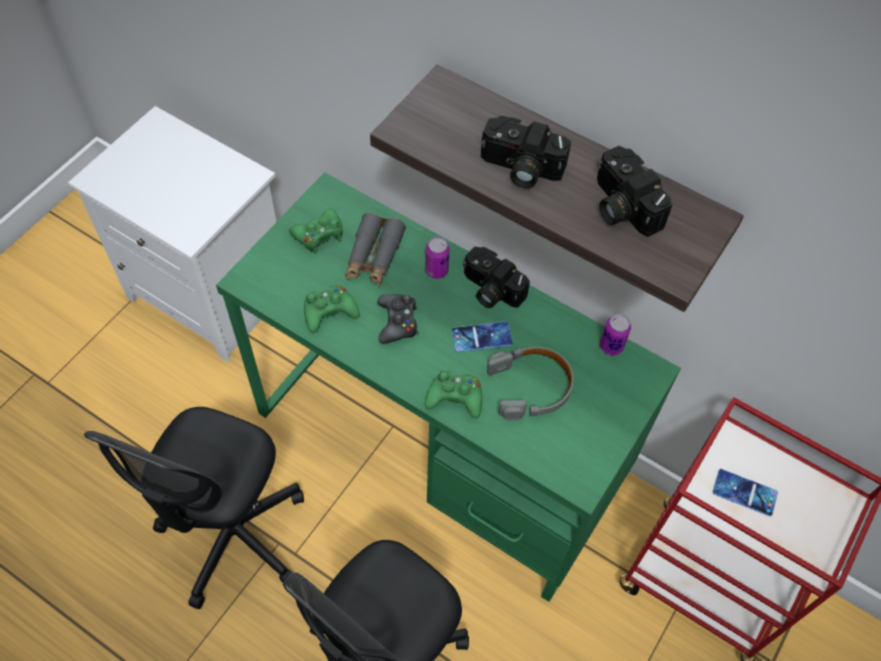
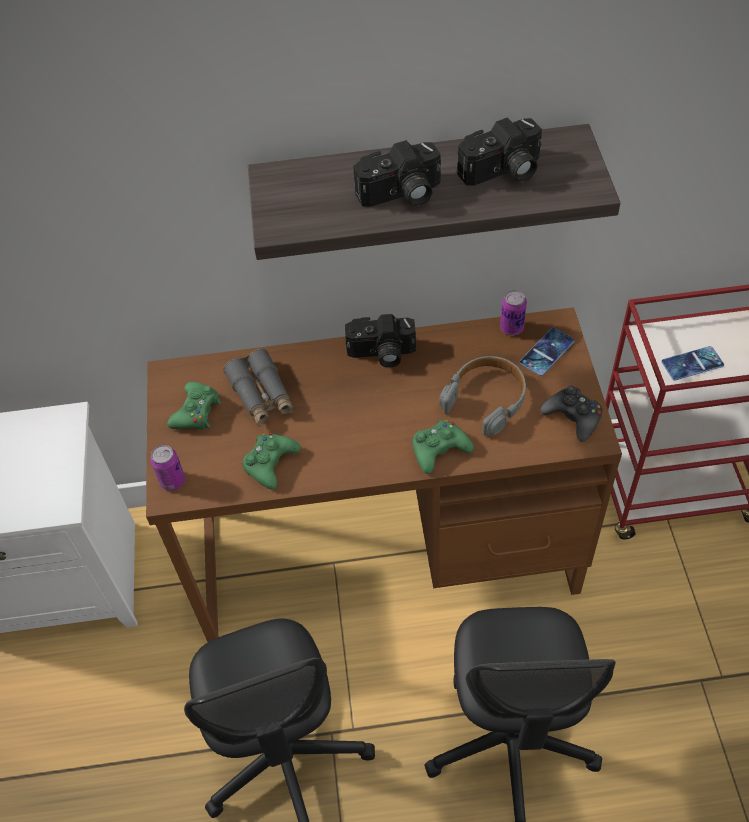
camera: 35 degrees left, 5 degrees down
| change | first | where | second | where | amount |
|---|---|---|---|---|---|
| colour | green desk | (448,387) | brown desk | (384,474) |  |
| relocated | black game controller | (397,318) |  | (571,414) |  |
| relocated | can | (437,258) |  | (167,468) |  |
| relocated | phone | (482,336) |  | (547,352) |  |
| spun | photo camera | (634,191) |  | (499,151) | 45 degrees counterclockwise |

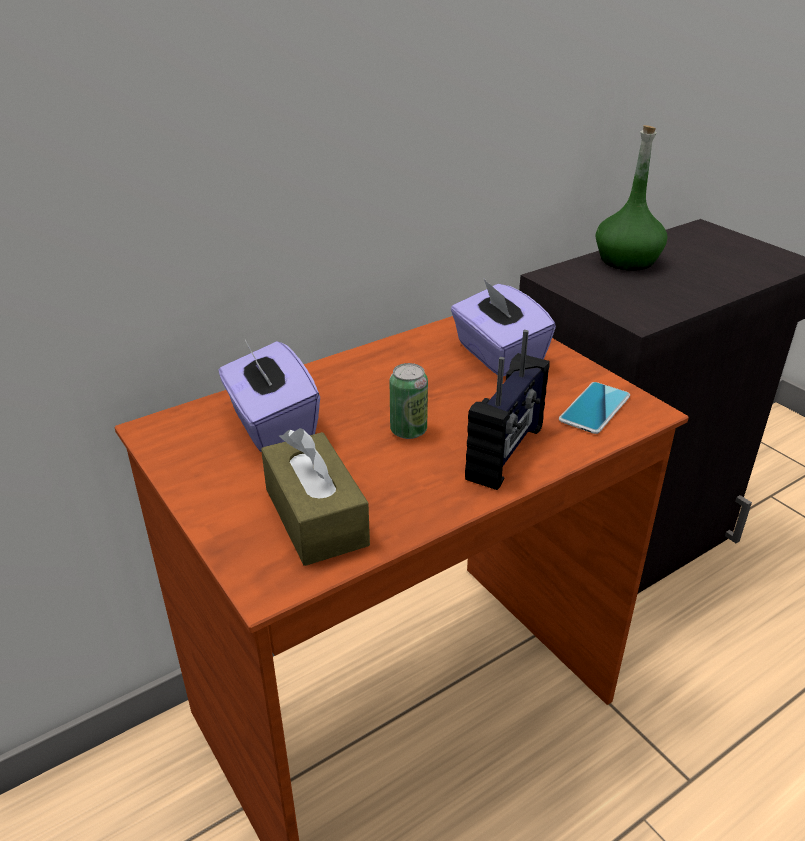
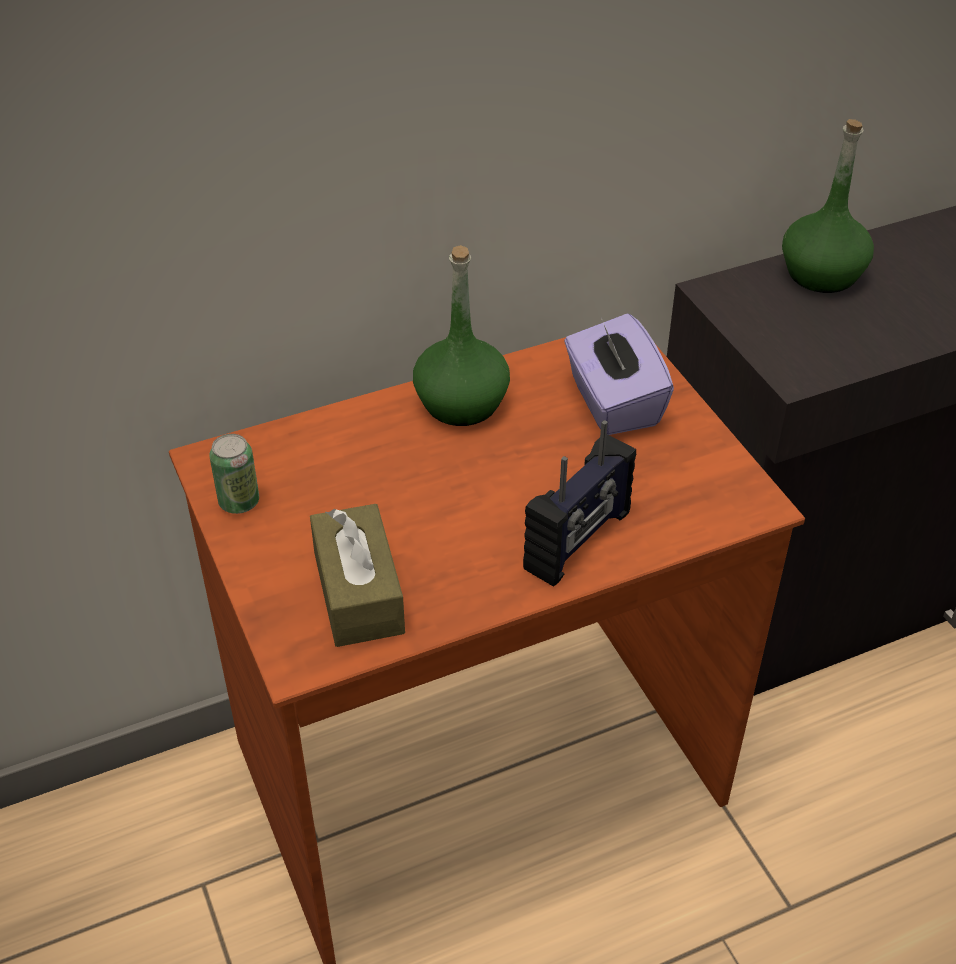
camera: 10 degrees right, 10 degrees up
| change | first | where | second | where | amount |
|---|---|---|---|---|---|
| missing | purple tissue box | (269,396) |  |  |  |
| relocated | can | (408,401) |  | (234,474) |  |
| missing | phone | (594,408) |  |  |  |
| appeared |  |  | green bottle | (461,335) |  |

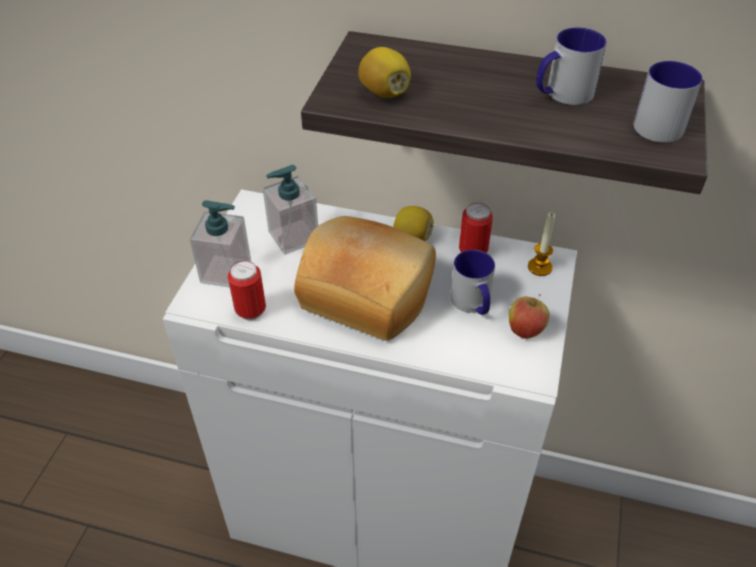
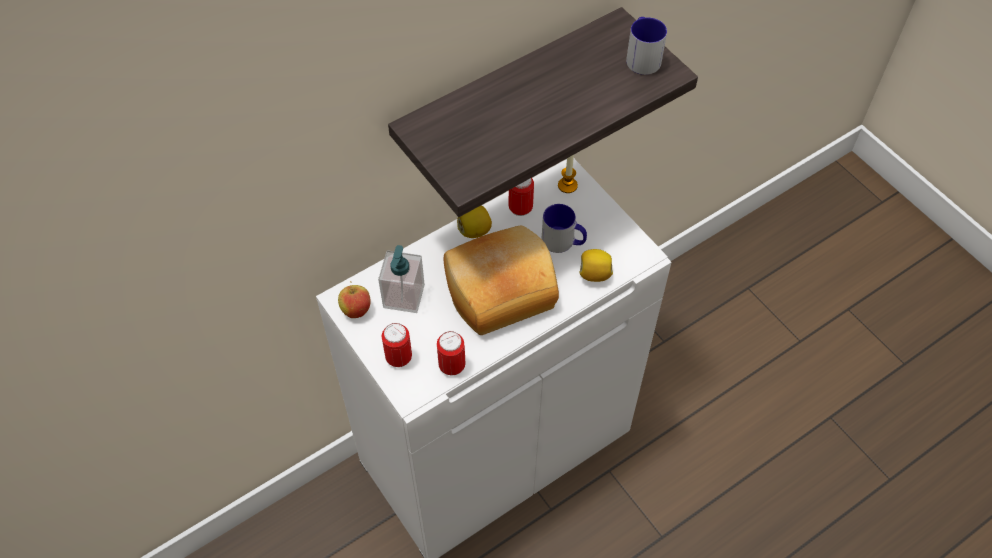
camera: 50 degrees left, 10 degrees up
| change | first | where | second | where | amount |
|---|---|---|---|---|---|
| exchanged | soap dispenser | (220,244) | can | (397,345) |  |
| relocated | lemon | (384,72) |  | (596,265) |  |
| relocated | apple | (529,316) |  | (354,299) |  |
| missing | mug | (571,66) |  |  |  |

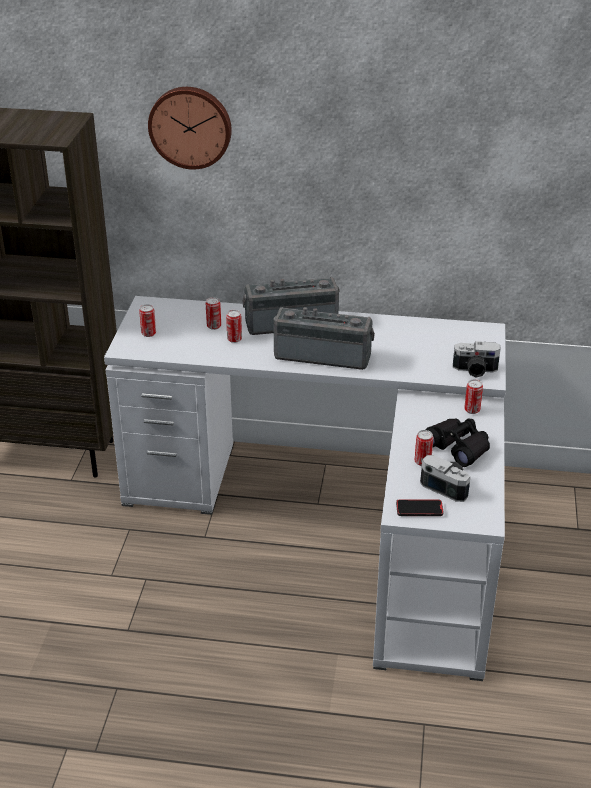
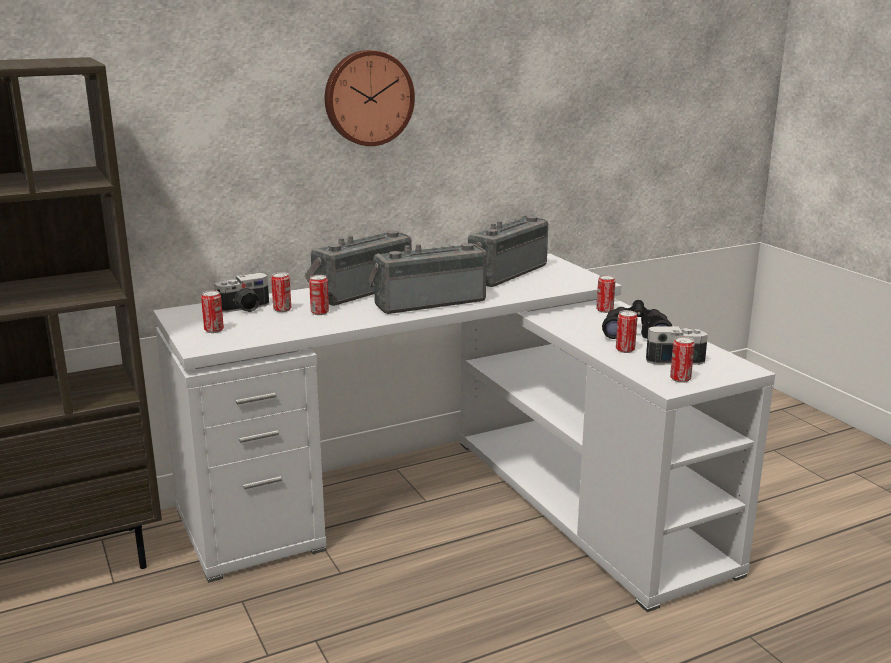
camera: 35 degrees left, 15 degrees down
| change | first | where | second | where | amount |
|---|---|---|---|---|---|
| relocated | wall clock | (190,128) |  | (370,98) |  |
| exchanged | phone | (419,507) | can | (682,359) |  |
| relocated | photo camera | (476,359) |  | (241,292) |  |
| appeared |  |  | radio | (508,251) |  |

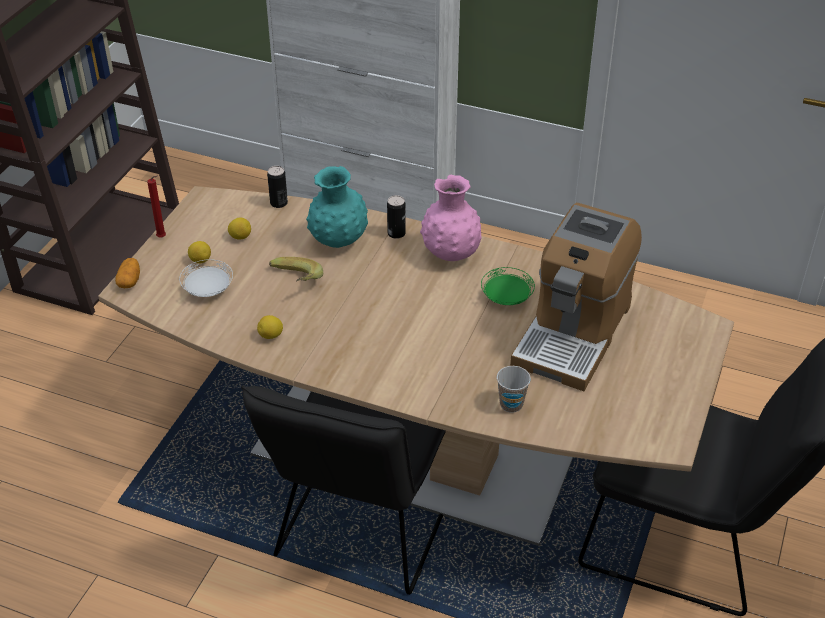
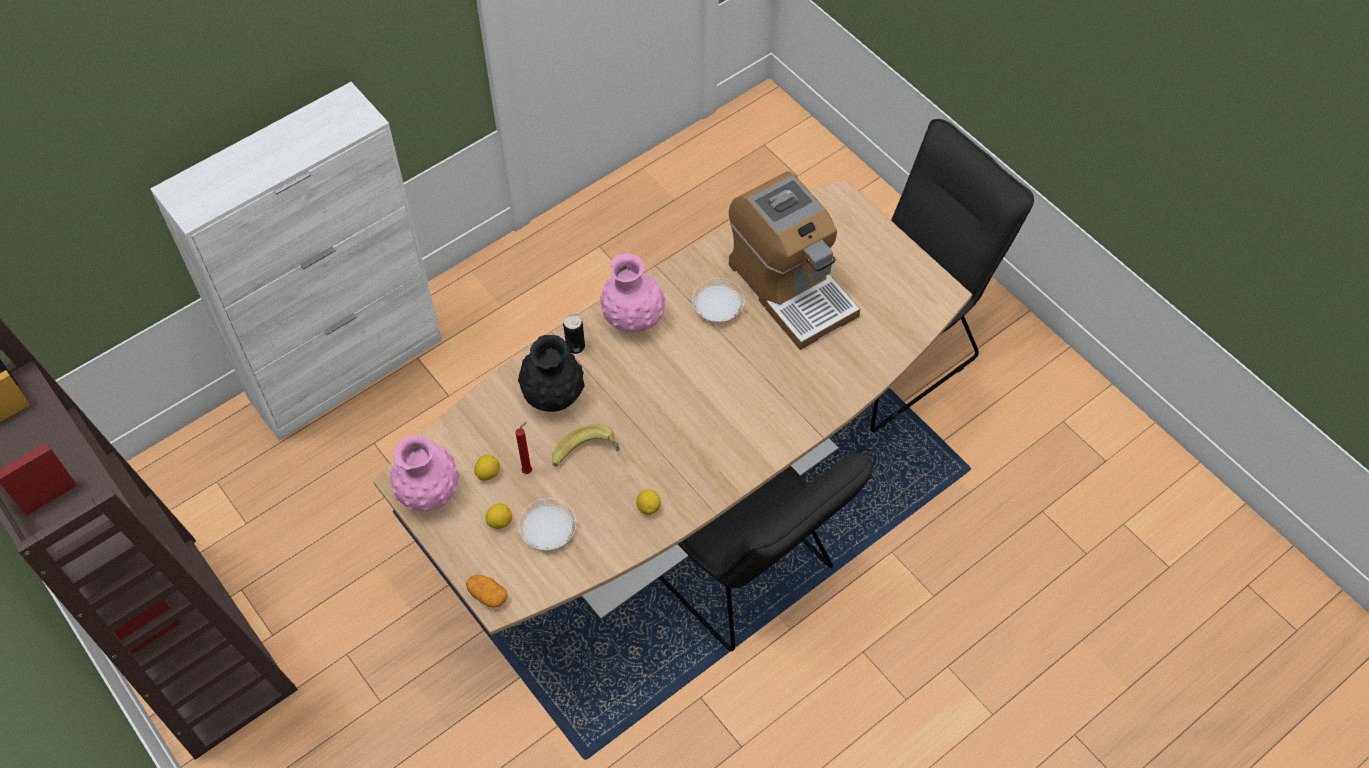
camera: 60 degrees left, 15 degrees up
| change | first | where | second | where | amount |
|---|---|---|---|---|---|
| relocated | red candle | (156,206) |  | (523,448) |  |
| missing | can | (277,187) |  |  |  |
| colour | turquoise vase | (337,207) | black vase | (551,373) |  |
| colour | green plate | (508,286) | white plate | (718,300) |  |
| missing | cup | (514,389) |  |  |  |
| appeared |  |  | pink vase | (424,472) |  |

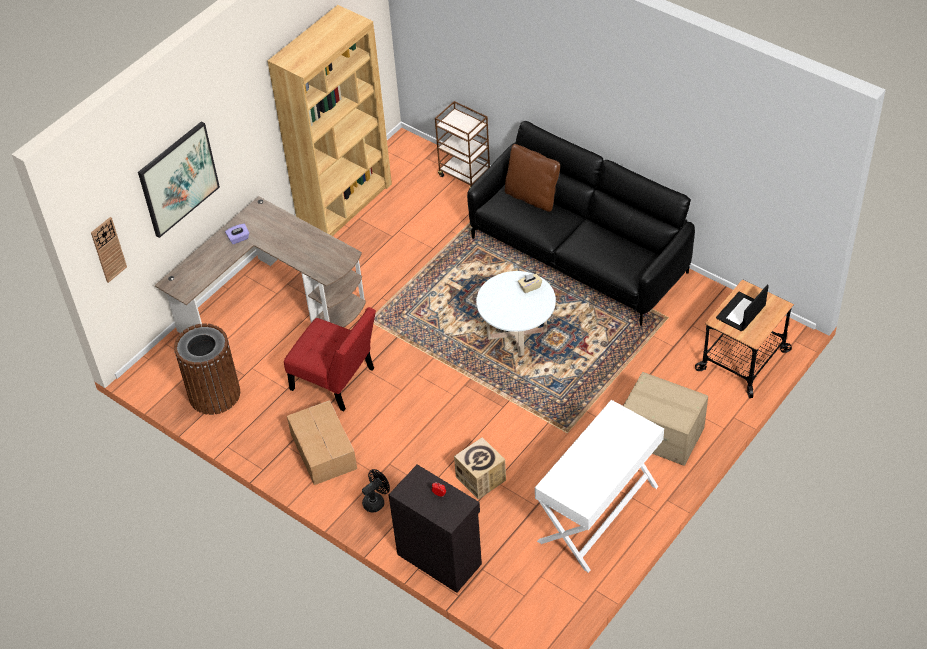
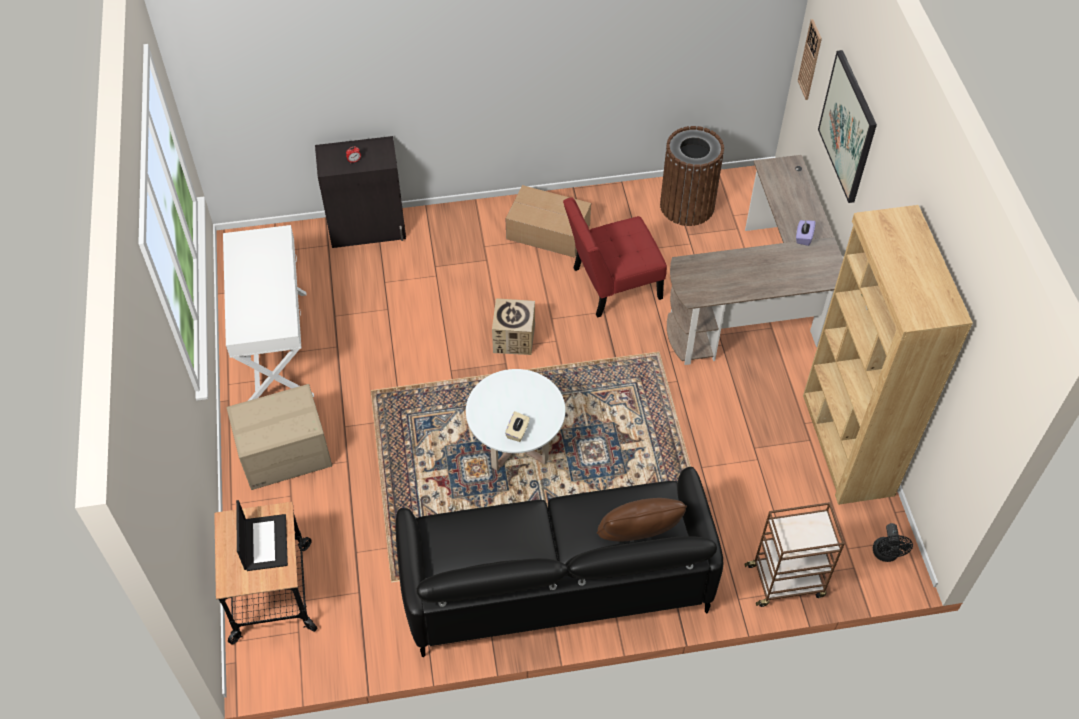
camera: 130 degrees right, 5 degrees up
| change | first | where | second | where | amount |
|---|---|---|---|---|---|
| relocated | black fan | (376,491) |  | (893,542) |  |
| relocated | cardboard box | (480,468) |  | (513,326) |  |

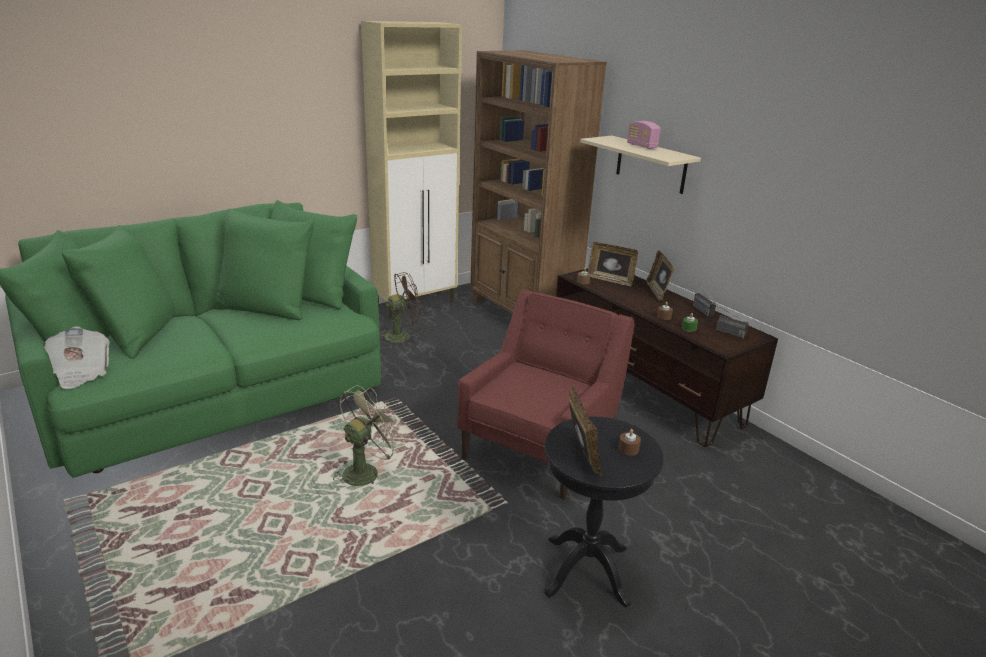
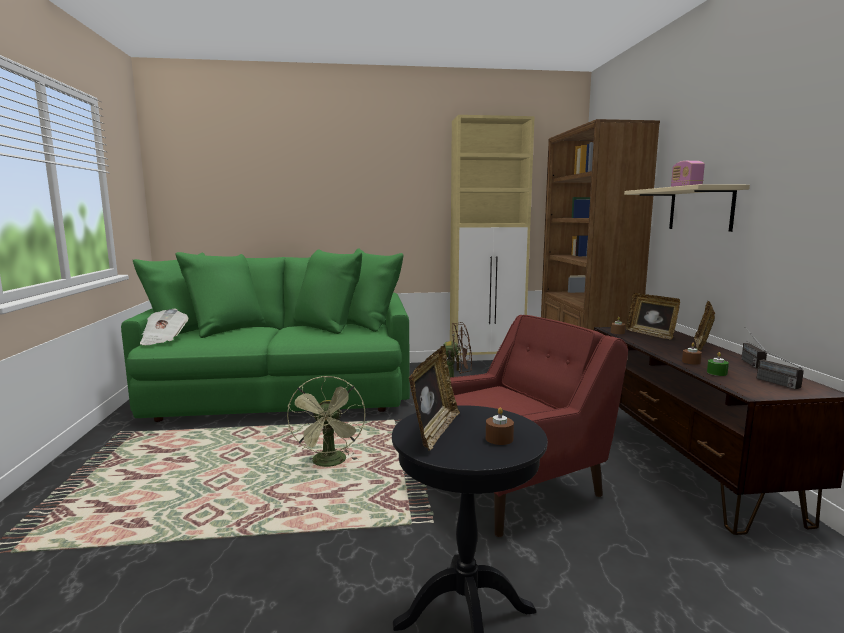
camera: 30 degrees right, 15 degrees down
| change | first | where | second | where | amount |
|---|---|---|---|---|---|
| spun | green fan | (368,435) |  | (326,421) | 105 degrees clockwise |

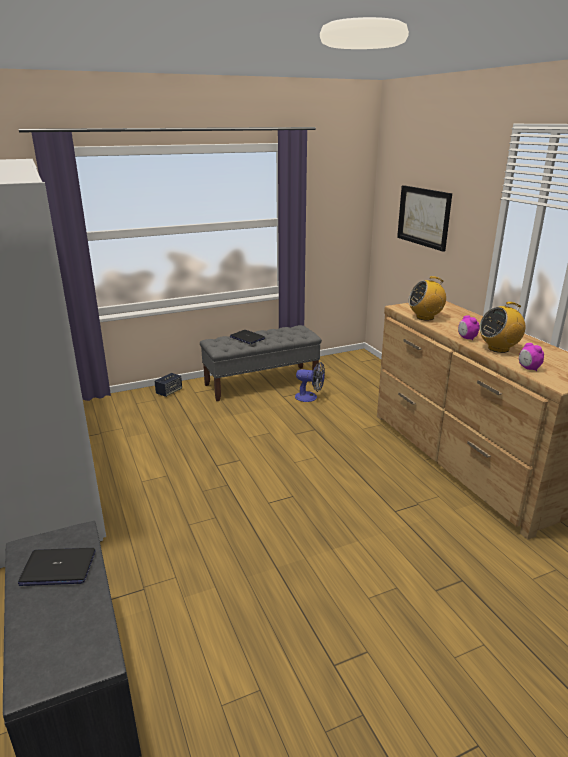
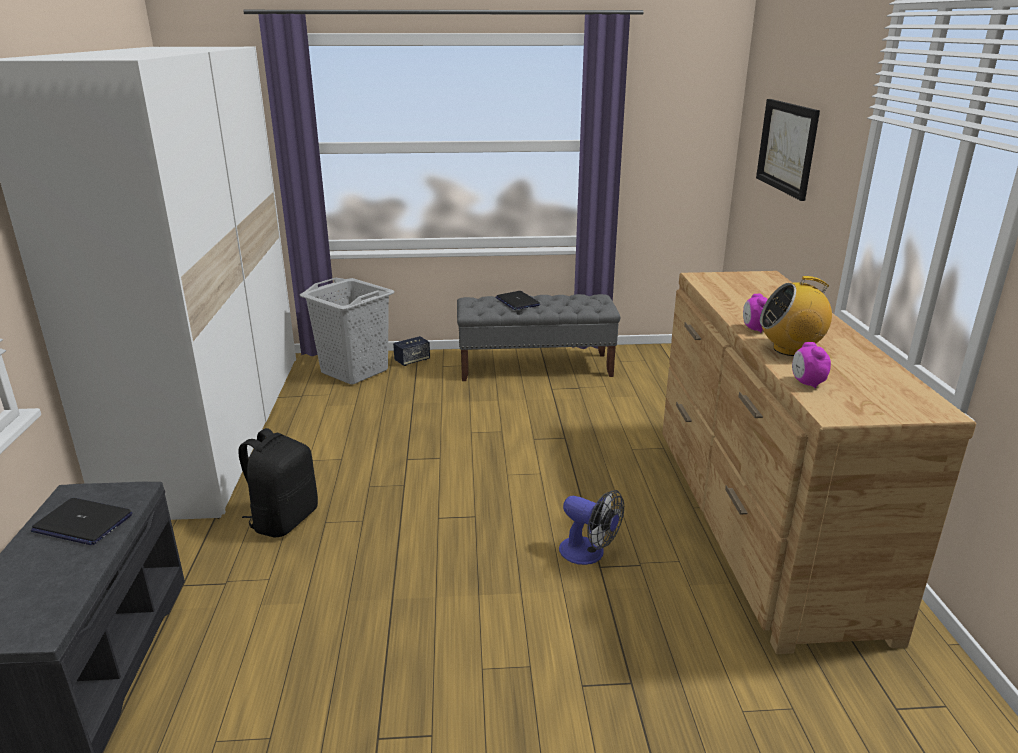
camera: 20 degrees right, 0 degrees up
| change | first | where | second | where | amount |
|---|---|---|---|---|---|
| relocated | fan | (310,382) |  | (591,527) |  |
| missing | radio | (427,298) |  |  |  |
| appeared |  |  | black backpack | (278,482) |  |
| appeared |  |  | grey laundry basket | (347,331) |  |

